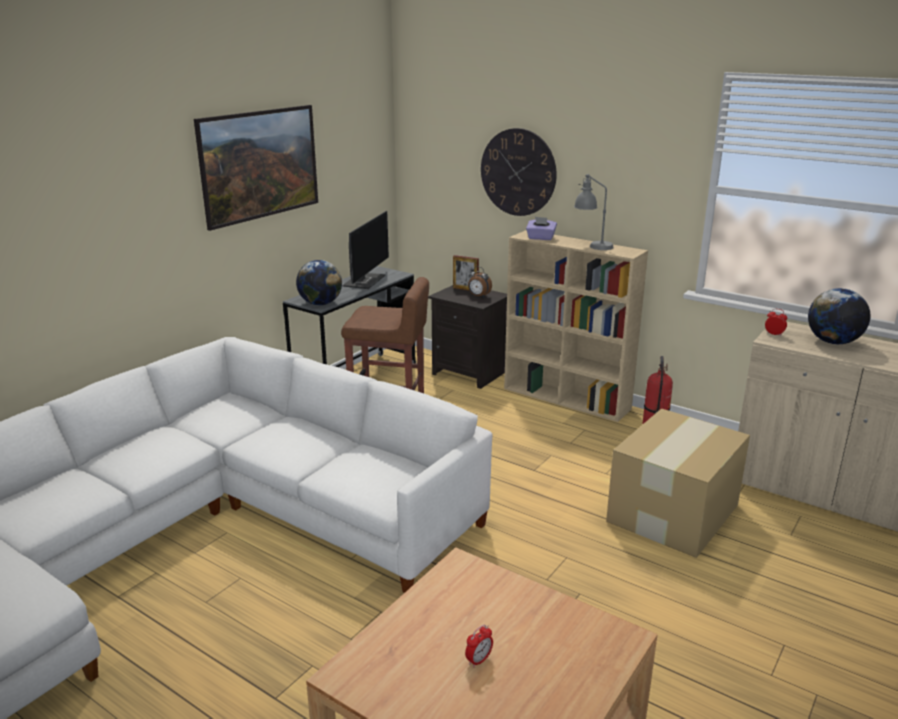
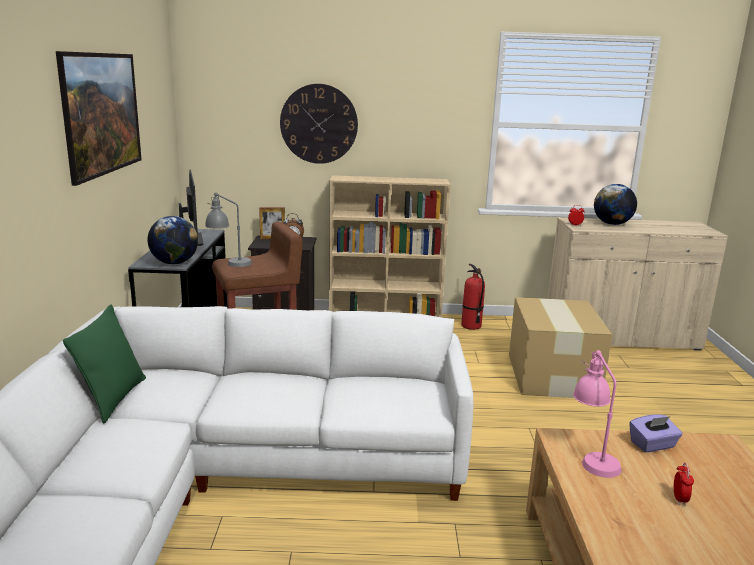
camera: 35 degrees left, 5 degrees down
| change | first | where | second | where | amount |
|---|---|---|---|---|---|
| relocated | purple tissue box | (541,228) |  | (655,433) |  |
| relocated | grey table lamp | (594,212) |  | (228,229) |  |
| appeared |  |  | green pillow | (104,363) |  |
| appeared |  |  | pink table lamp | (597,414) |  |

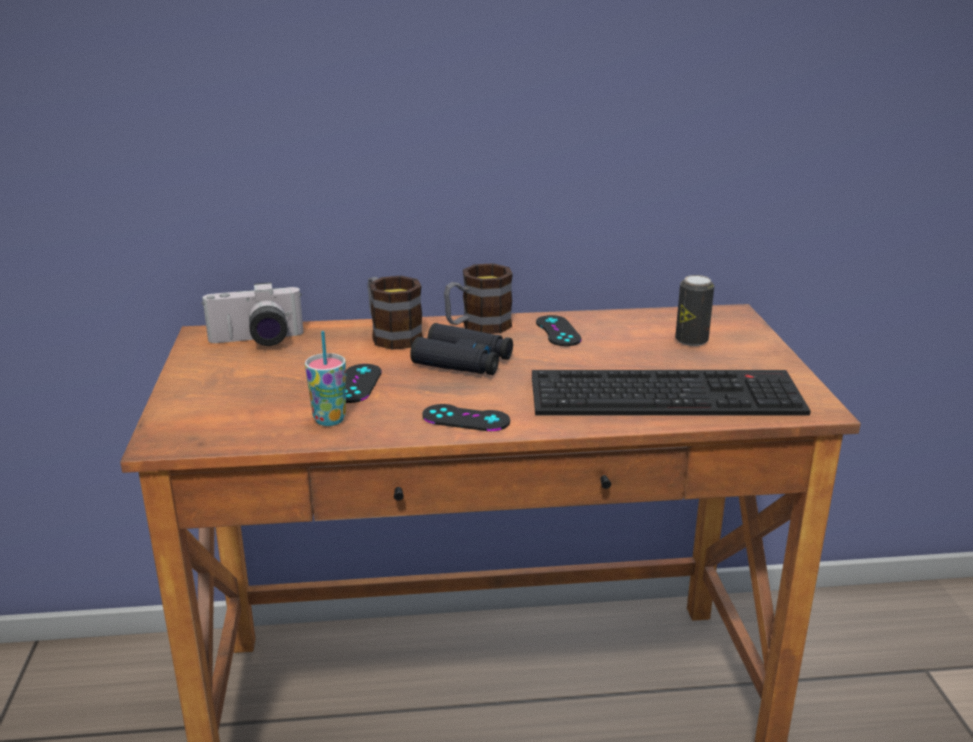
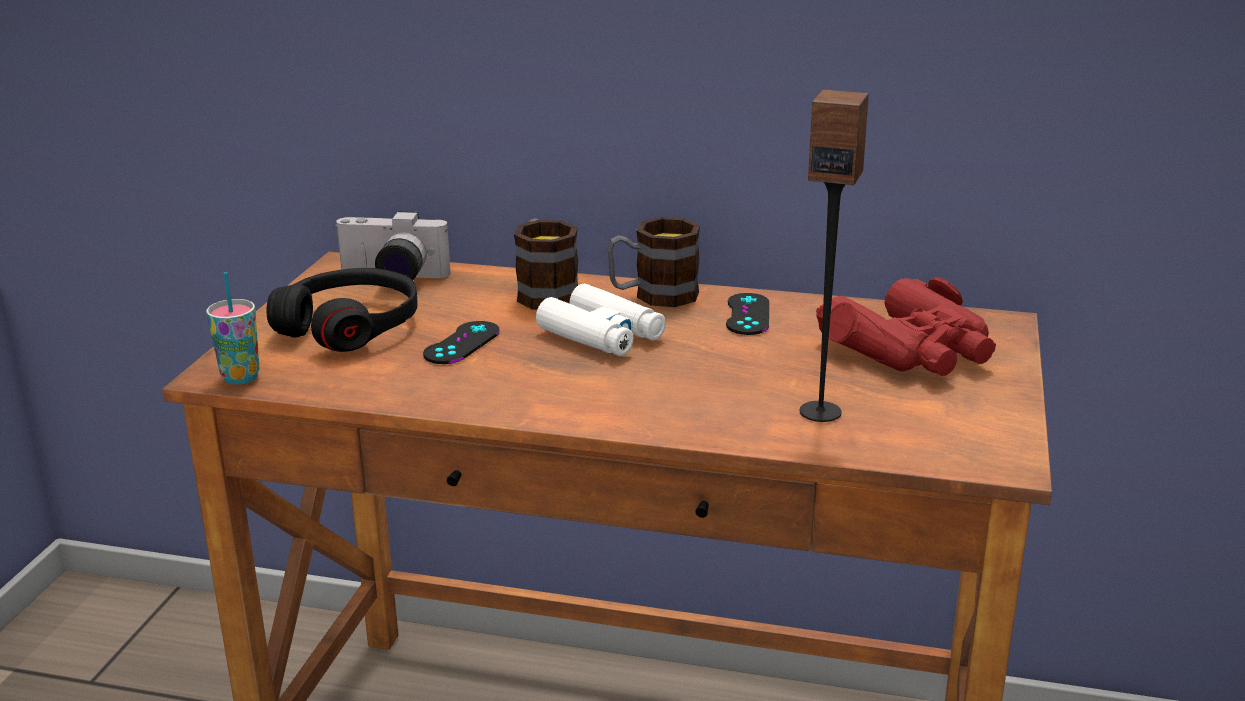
camera: 20 degrees right, 0 degrees up
| change | first | where | second | where | amount |
|---|---|---|---|---|---|
| relocated | cup | (325,378) |  | (233,328) |  |
| colour | black binoculars | (461,349) | white binoculars | (601,319) |  |
| missing | black game controller | (466,417) |  |  |  |
| exchanged | keyboard | (671,393) | speaker | (834,256) |  |
| exchanged | can | (694,310) | red binoculars | (906,326) |  |
| appeared |  |  | black headphones | (342,310) |  |

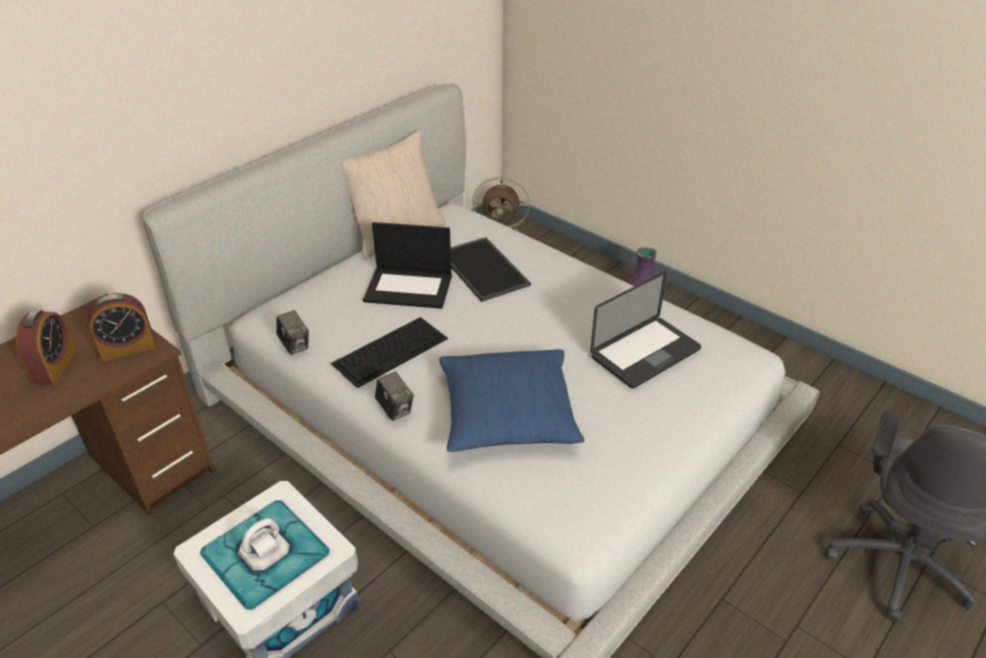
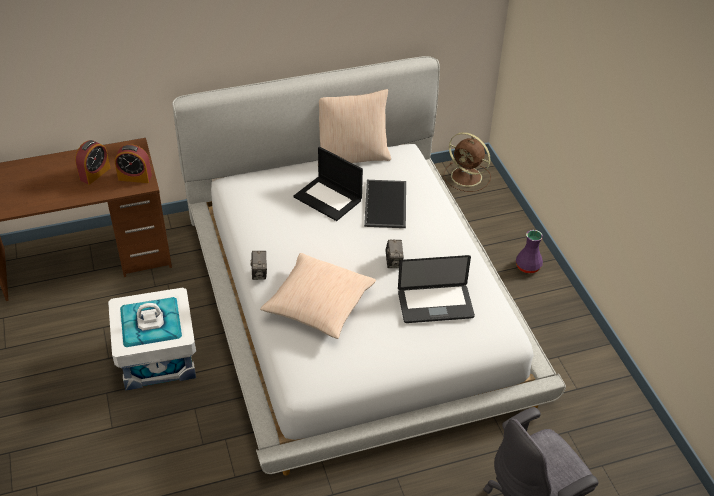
camera: 30 degrees right, 5 degrees up
| change | first | where | second | where | amount |
|---|---|---|---|---|---|
| relocated | photo camera | (293,332) |  | (394,254) |  |
| missing | keyboard | (389,352) |  |  |  |
| colour | blue pillow | (512,400) | beige pillow | (318,296) |  |

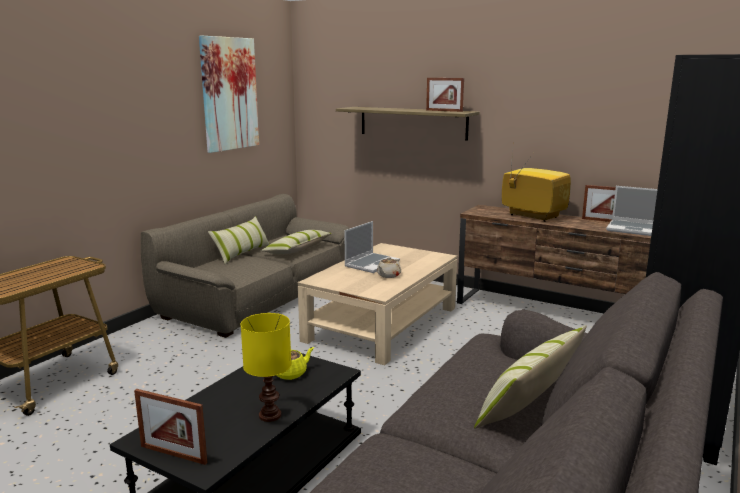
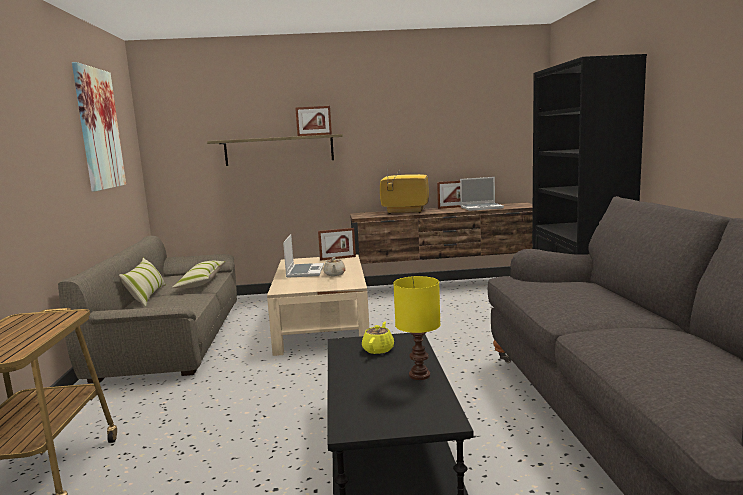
camera: 35 degrees left, 5 degrees down
| change | first | where | second | where | amount |
|---|---|---|---|---|---|
| relocated | picture frame | (170,427) |  | (337,244) |  |
| missing | pillow | (530,376) |  |  |  |

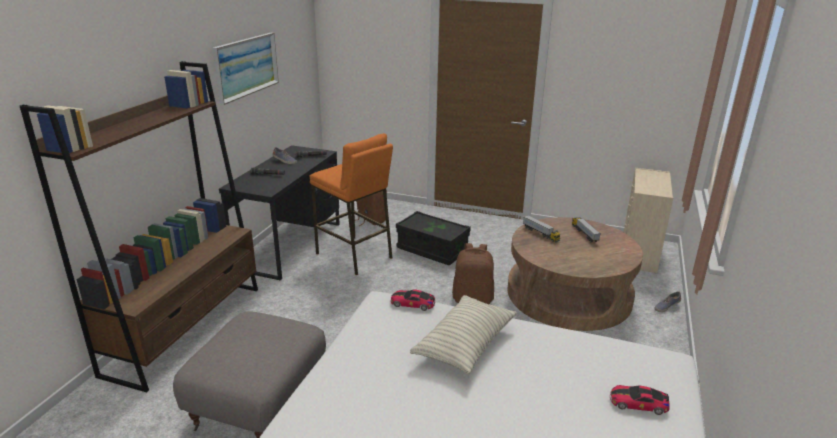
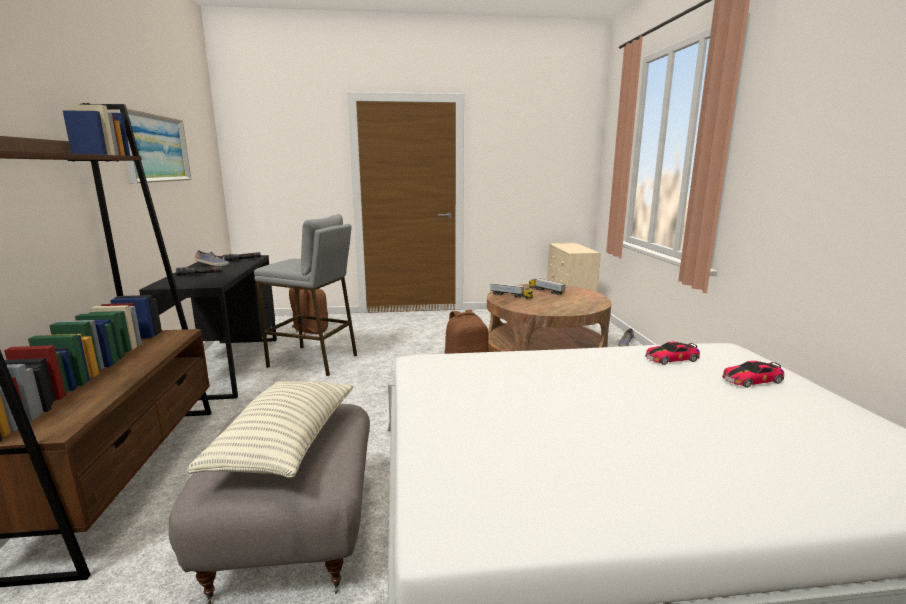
camera: 25 degrees left, 10 degrees down
| change | first | where | second | where | amount |
|---|---|---|---|---|---|
| colour | orange stool | (351,204) | grey stool | (305,295) |  |
| relocated | toy car | (413,300) |  | (672,353) |  |
| missing | black storage box | (433,238) |  |  |  |
| relocated | pillow | (463,334) |  | (270,429) |  |

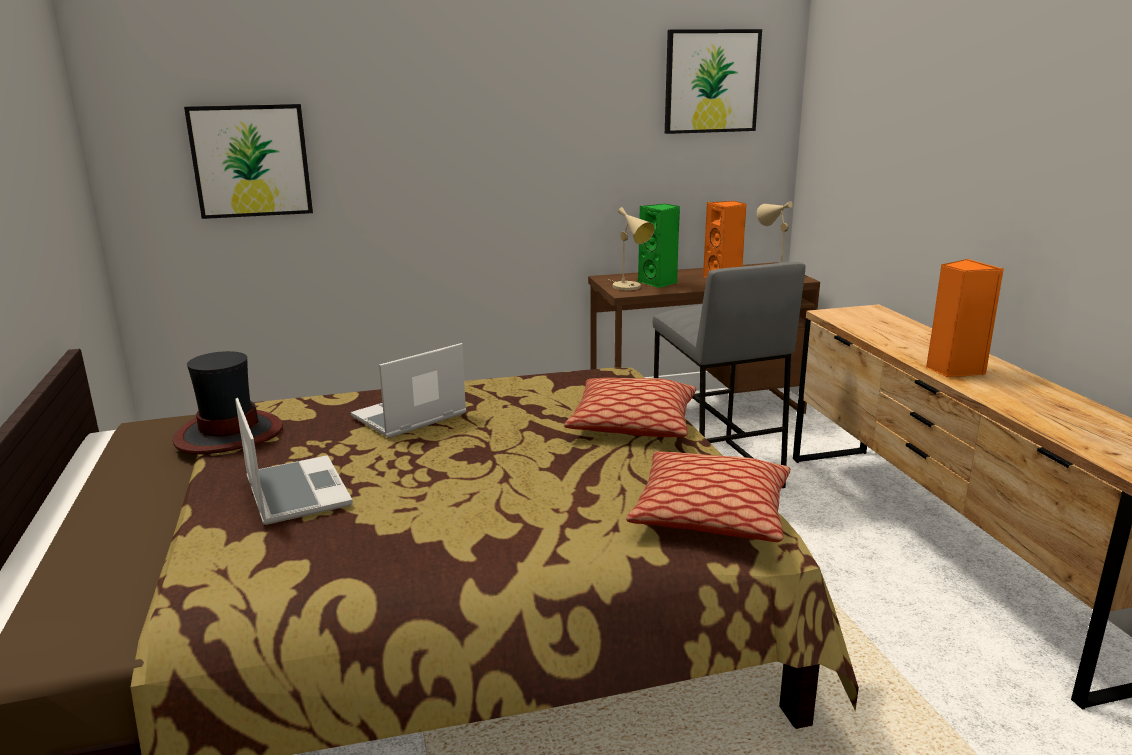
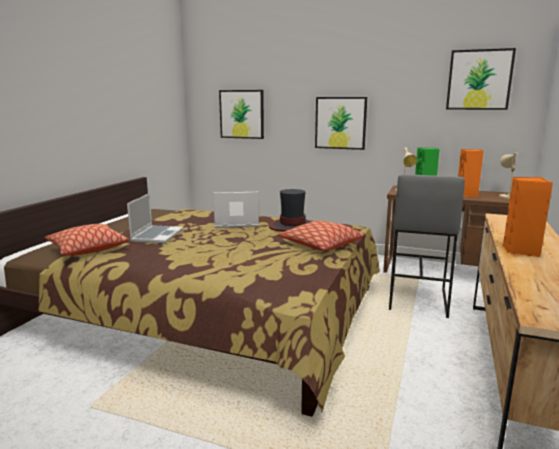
camera: 35 degrees right, 5 degrees down
| change | first | where | second | where | amount |
|---|---|---|---|---|---|
| relocated | hat | (228,403) |  | (290,210) |  |
| relocated | pillow | (708,496) |  | (87,240) |  |
| appeared |  |  | picture | (341,123) |  |

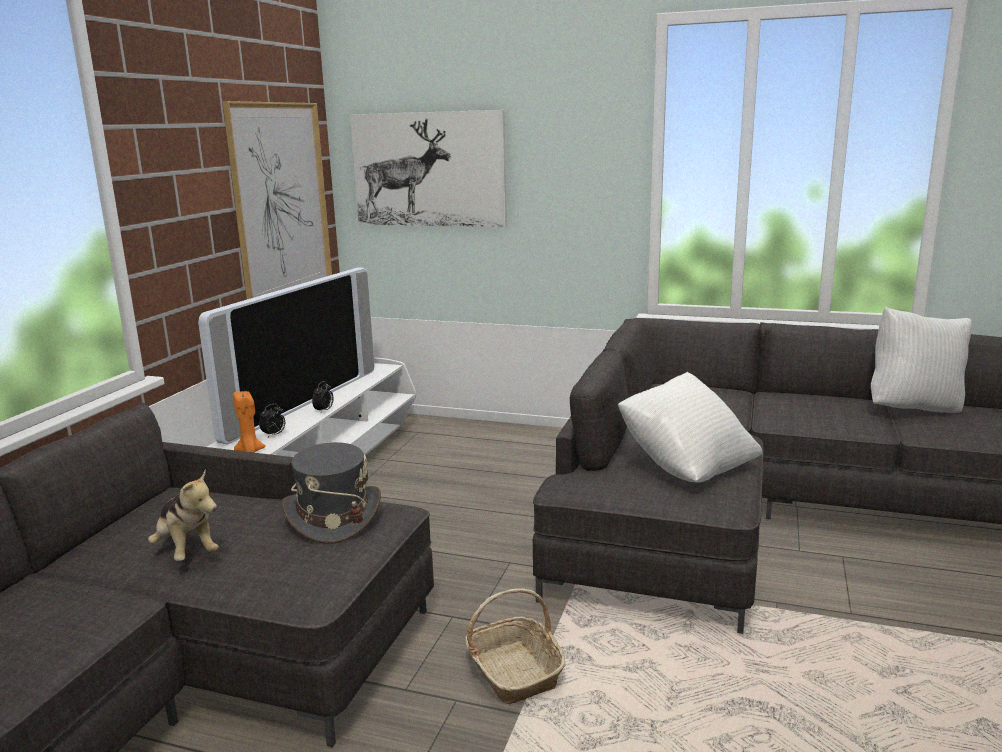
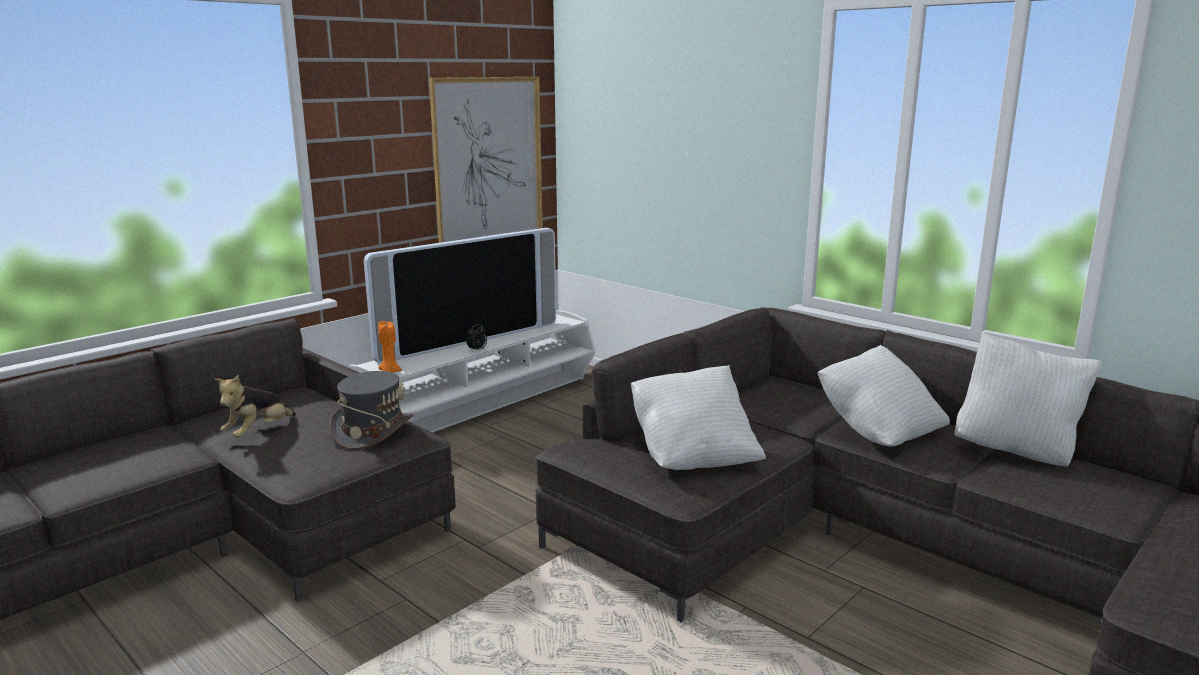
camera: 25 degrees right, 0 degrees up
| change | first | where | second | where | amount |
|---|---|---|---|---|---|
| spun | plush toy | (183,515) |  | (255,406) | 45 degrees clockwise |
| missing | alarm clock | (272,420) |  |  |  |
| missing | picture | (428,168) |  |  |  |
| missing | basket | (515,646) |  |  |  |
| appeared |  |  | white pillow | (884,396) |  |

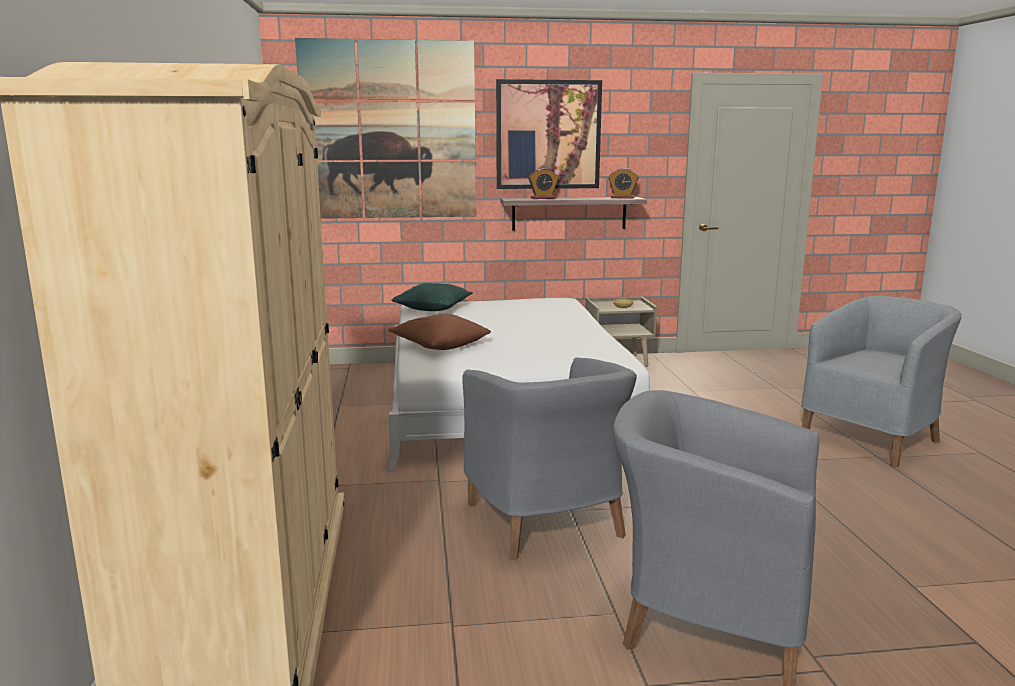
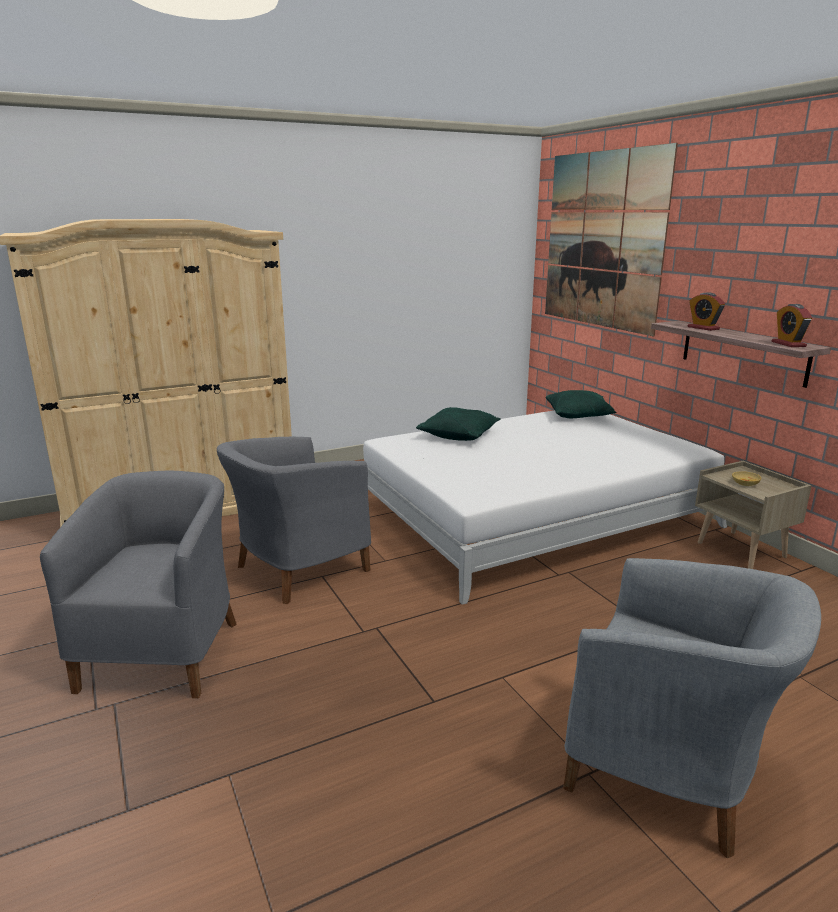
camera: 70 degrees right, 5 degrees up
| change | first | where | second | where | amount |
|---|---|---|---|---|---|
| colour | brown pillow | (439,332) | green pillow | (458,424) |  |
| missing | picture | (549,134) |  |  |  |

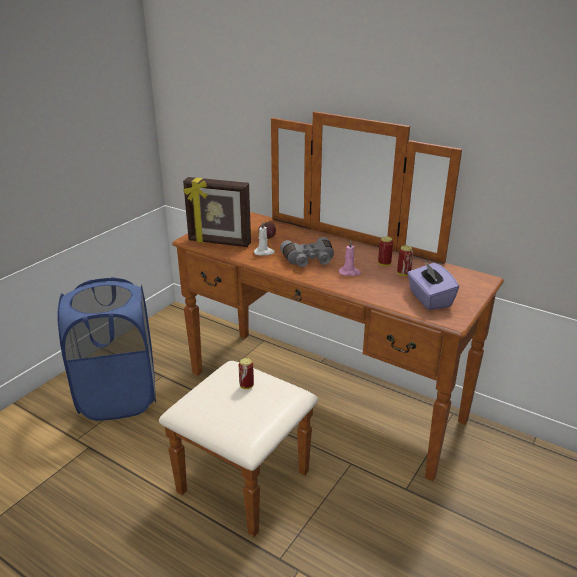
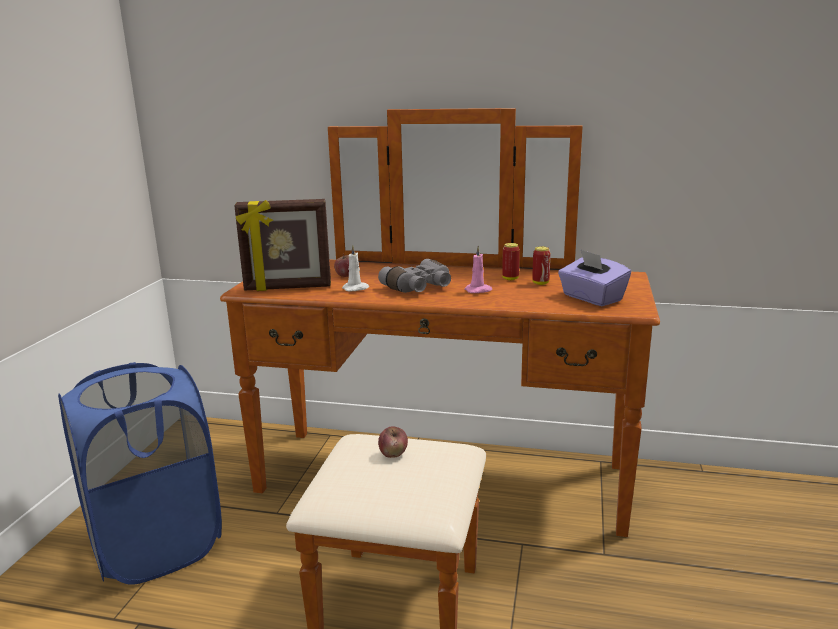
camera: 20 degrees left, 10 degrees down
| change | first | where | second | where | amount |
|---|---|---|---|---|---|
| exchanged | can | (246,373) | apple | (393,442) |  |

